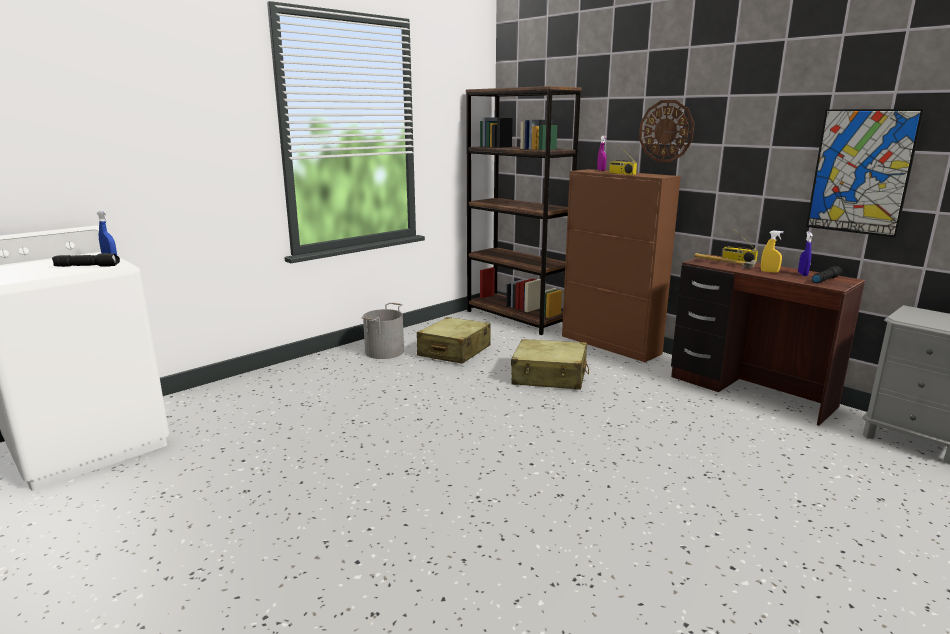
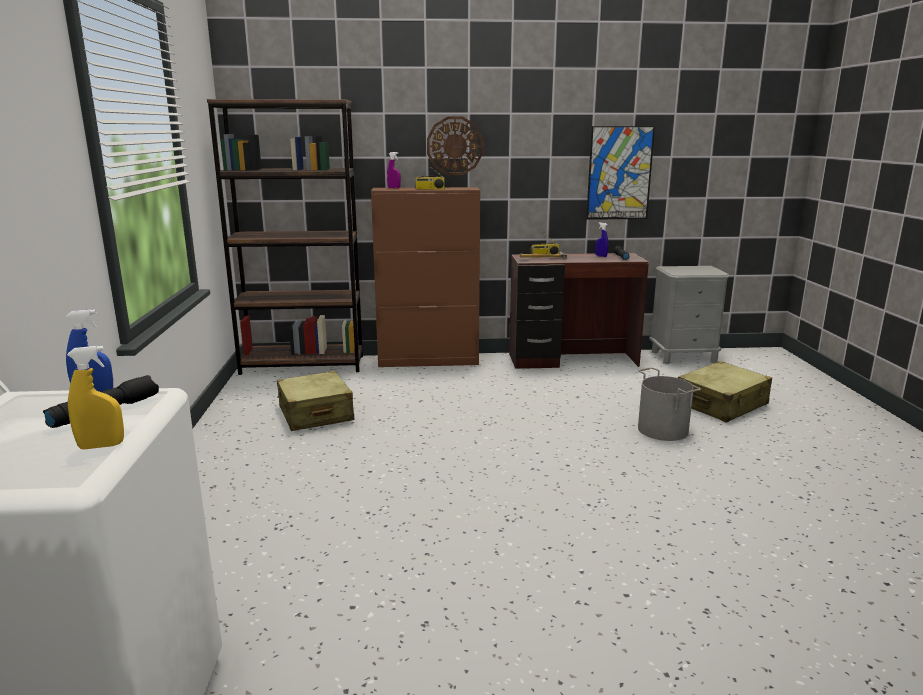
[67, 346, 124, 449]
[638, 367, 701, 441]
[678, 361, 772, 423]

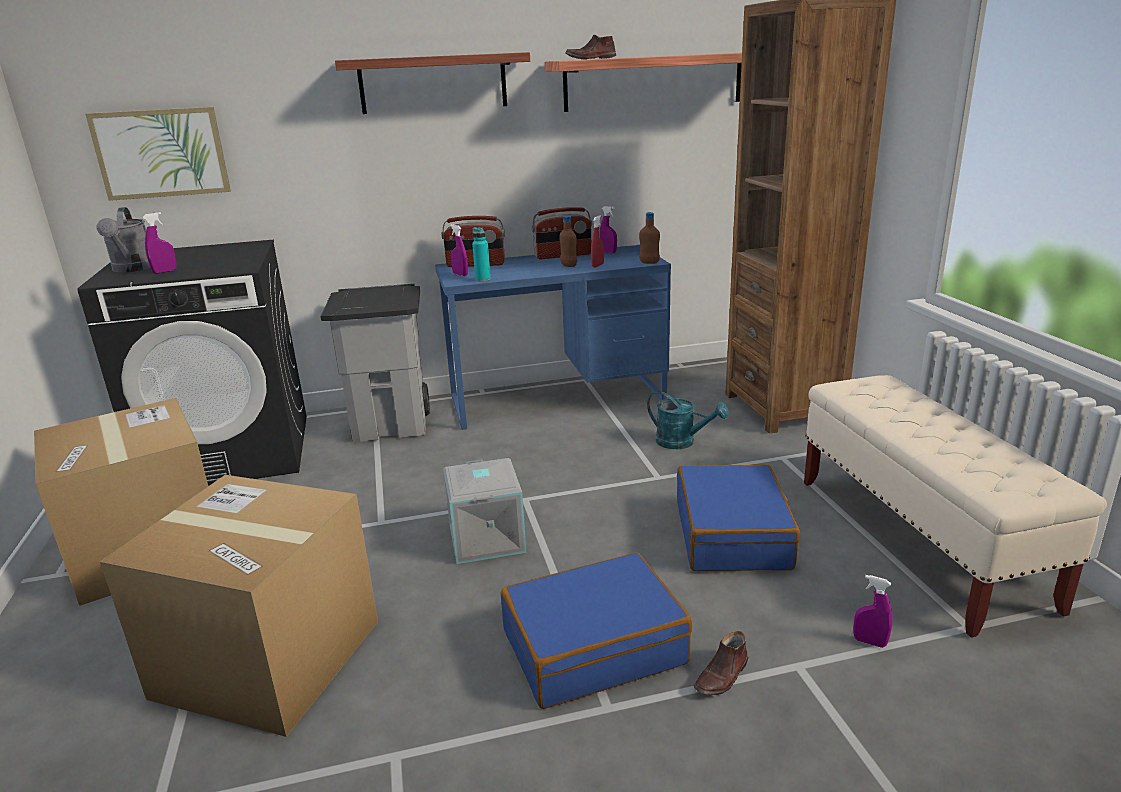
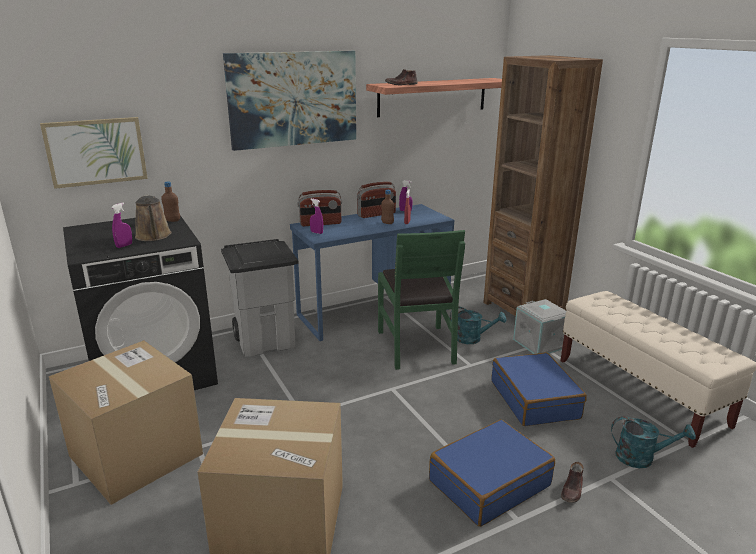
[135, 195, 172, 241]
[161, 181, 180, 222]
[223, 51, 356, 151]
[378, 230, 465, 370]
[513, 299, 566, 354]
[611, 416, 696, 468]
[96, 207, 150, 272] (first image)
[472, 227, 491, 282] (first image)

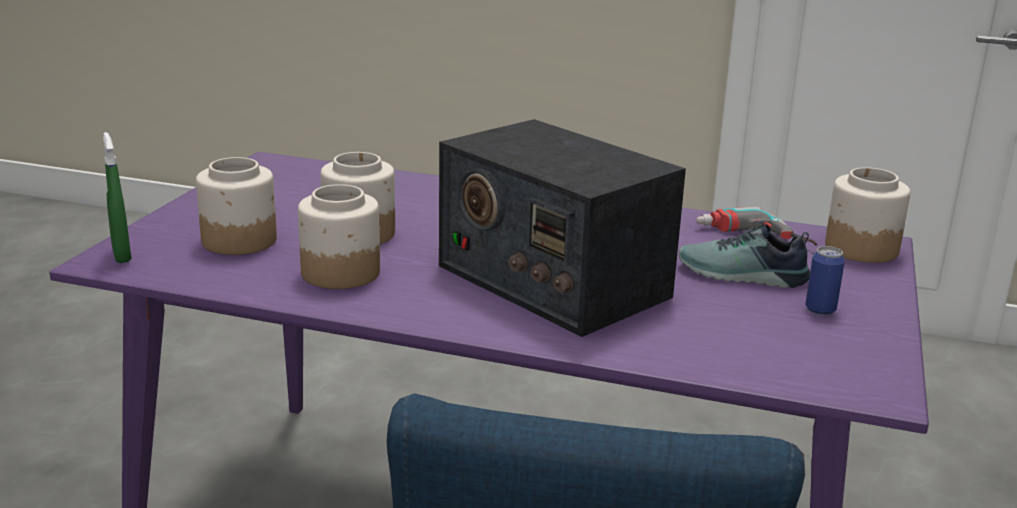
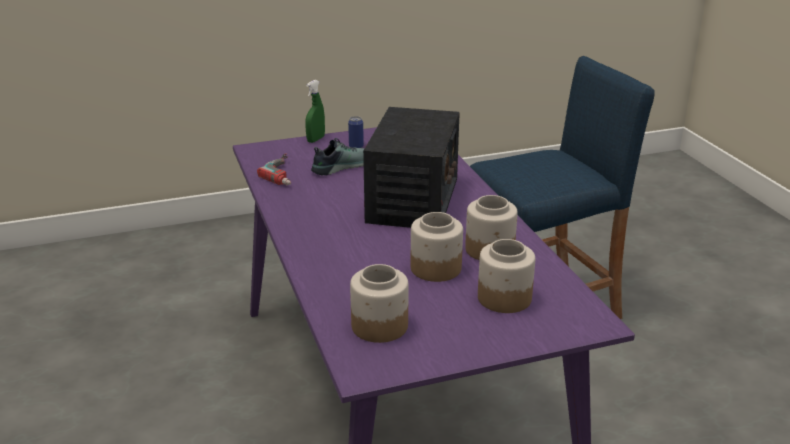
[305, 80, 325, 143]
[311, 138, 365, 176]
[350, 264, 409, 343]

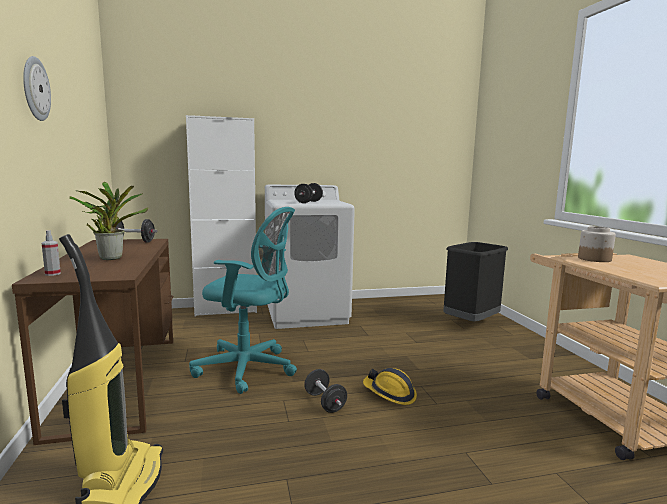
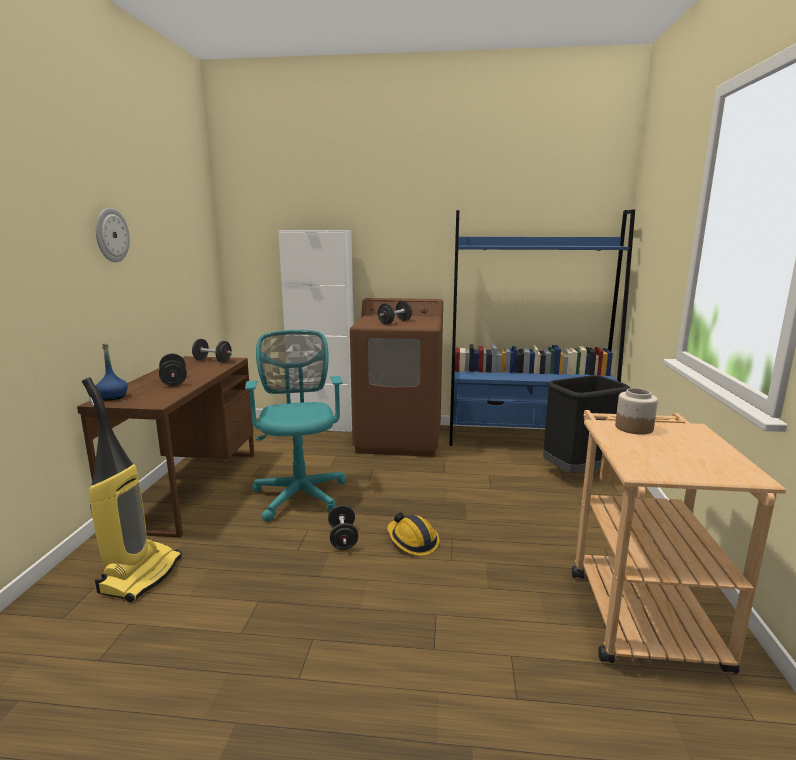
[96, 343, 128, 401]
[159, 354, 187, 386]
[245, 330, 346, 522]
[350, 298, 443, 457]
[449, 210, 635, 446]

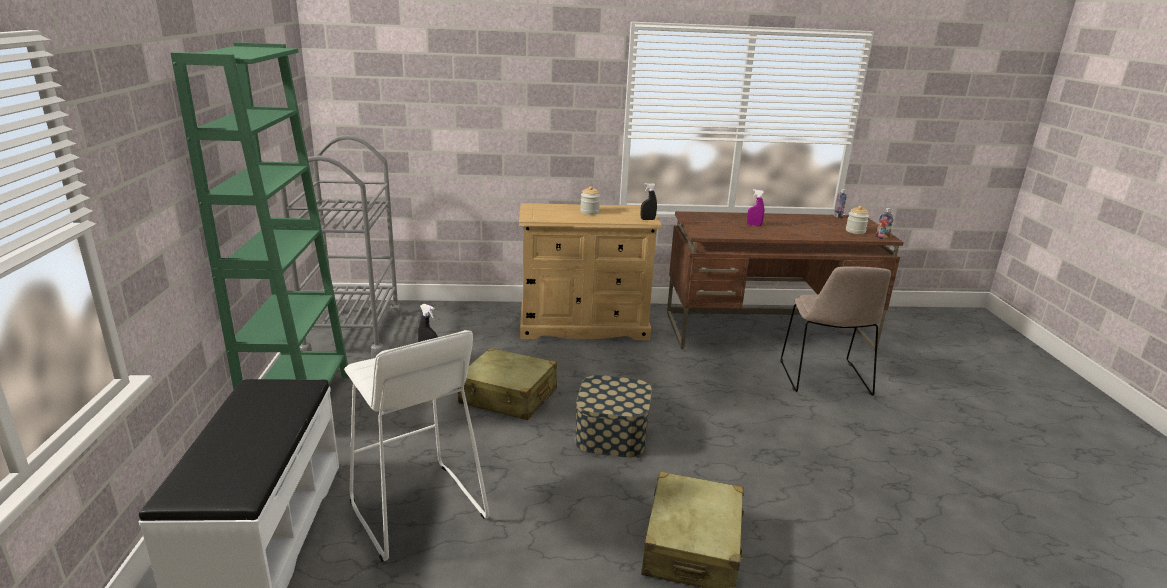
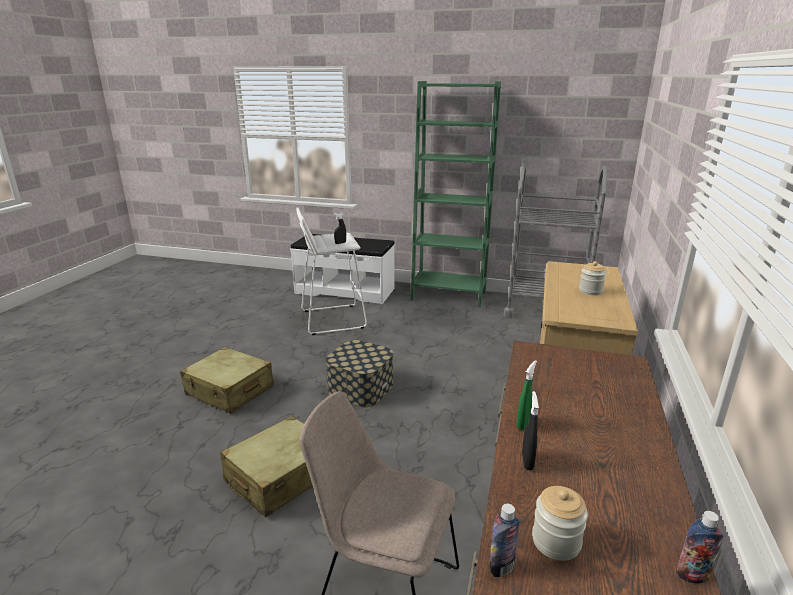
[220, 416, 313, 517]
[517, 360, 537, 430]
[522, 391, 539, 470]
[747, 189, 764, 226] (first image)

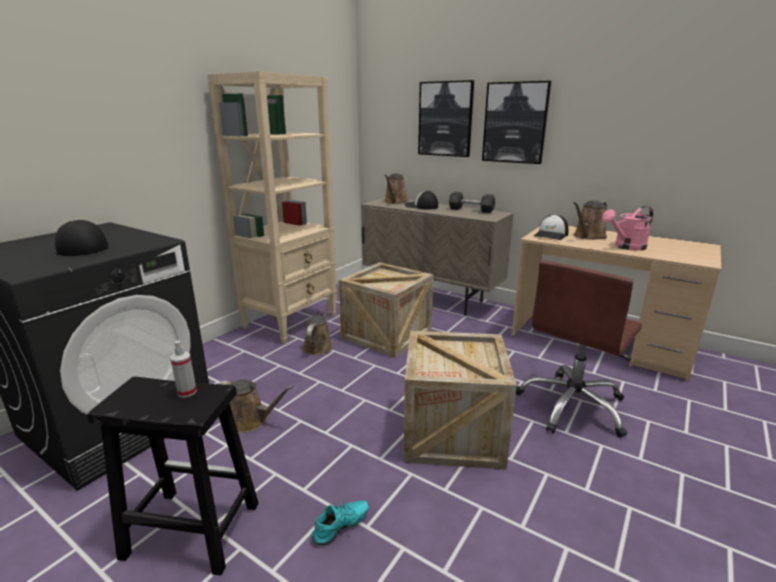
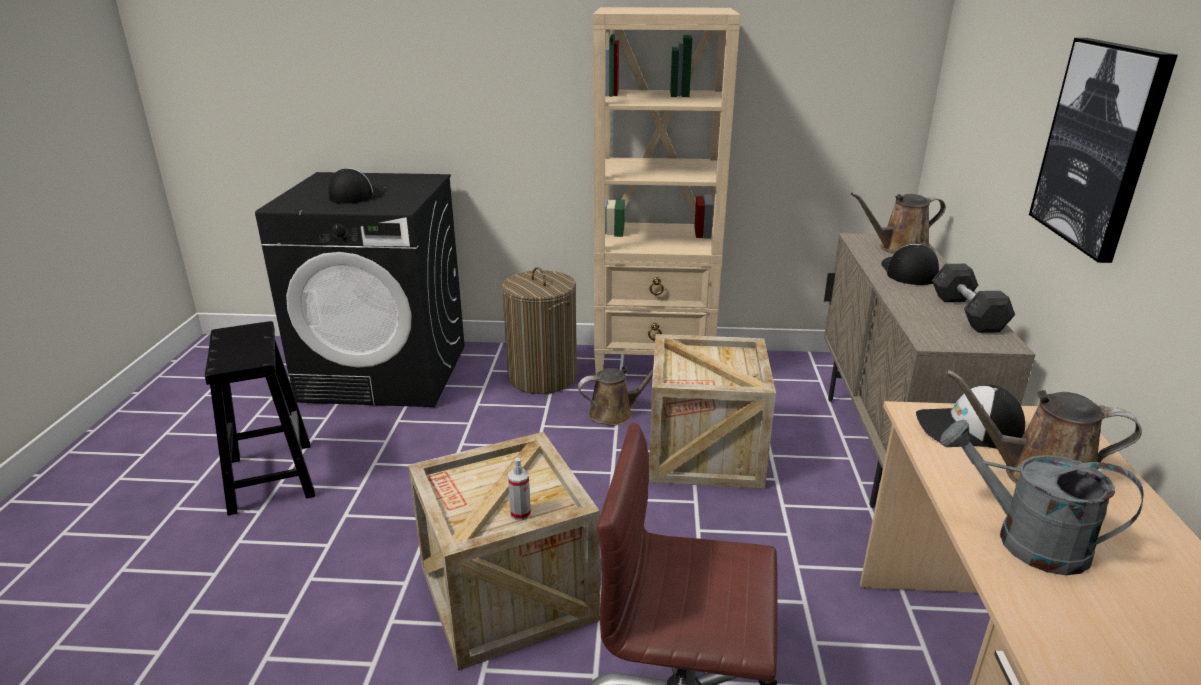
[502, 267, 577, 394]
[508, 458, 531, 521]
[940, 420, 1144, 575]
[219, 379, 294, 433] (first image)
[311, 500, 369, 546] (first image)
[418, 80, 474, 157] (first image)

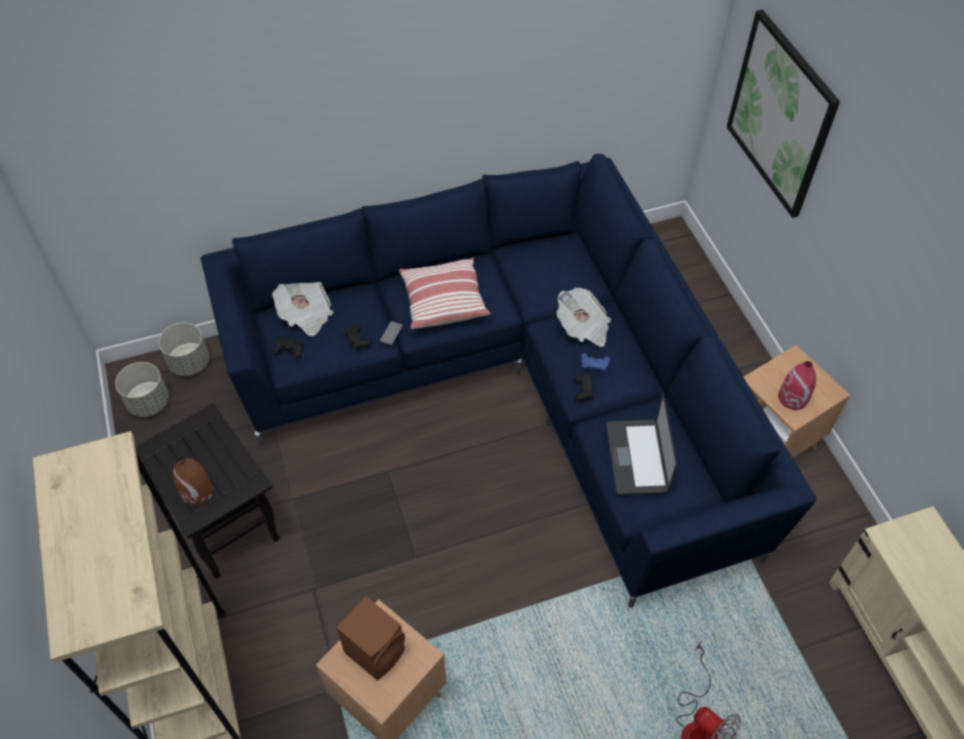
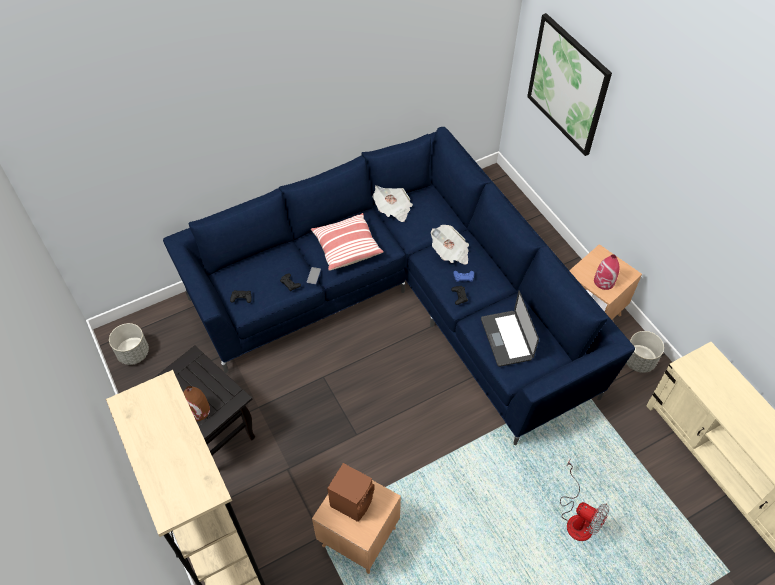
[373, 185, 413, 222]
[626, 331, 664, 373]

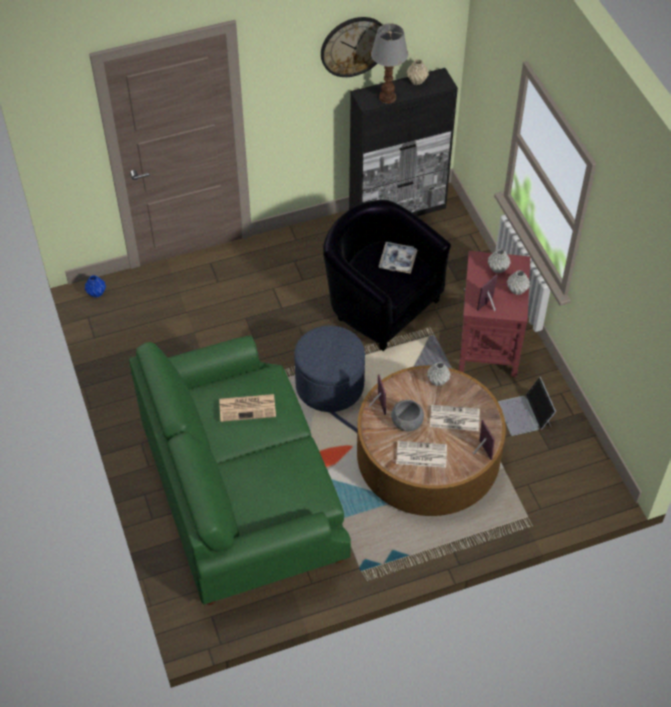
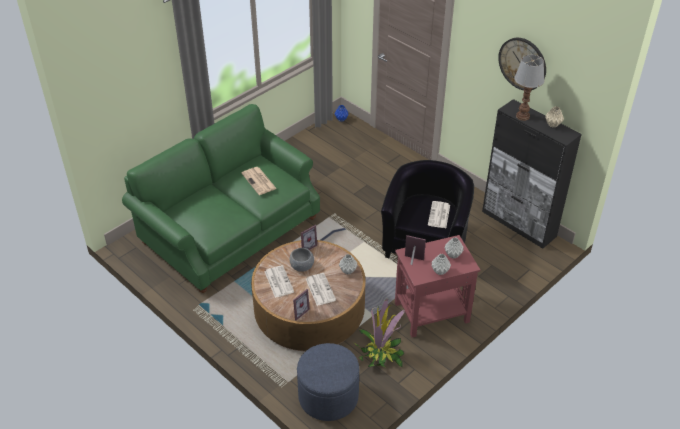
[297, 343, 359, 421]
[354, 299, 405, 368]
[428, 201, 450, 228]

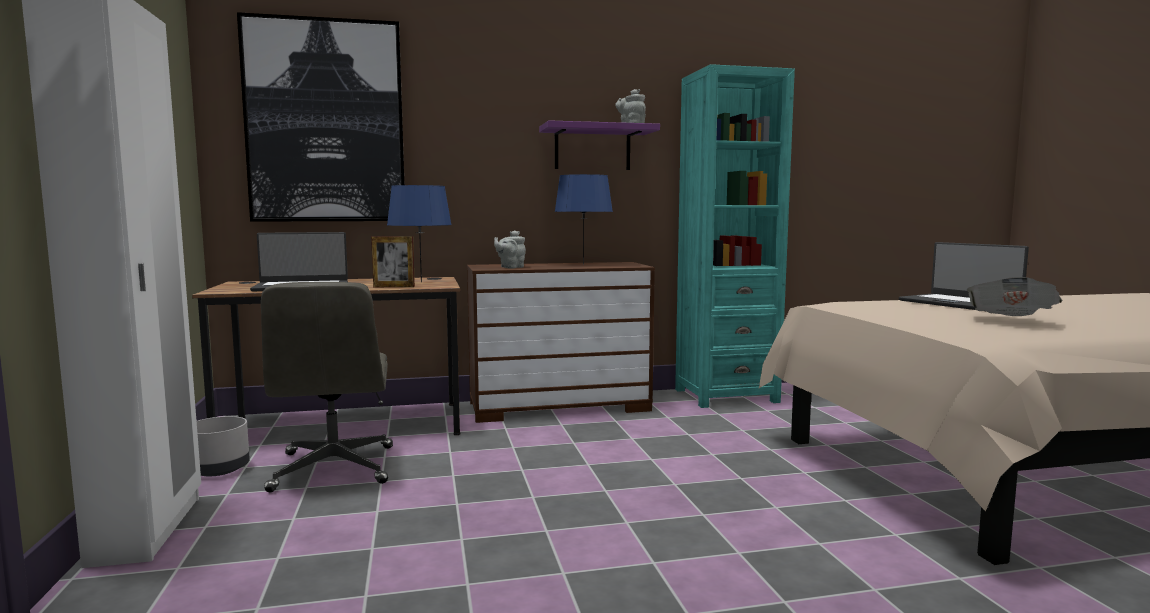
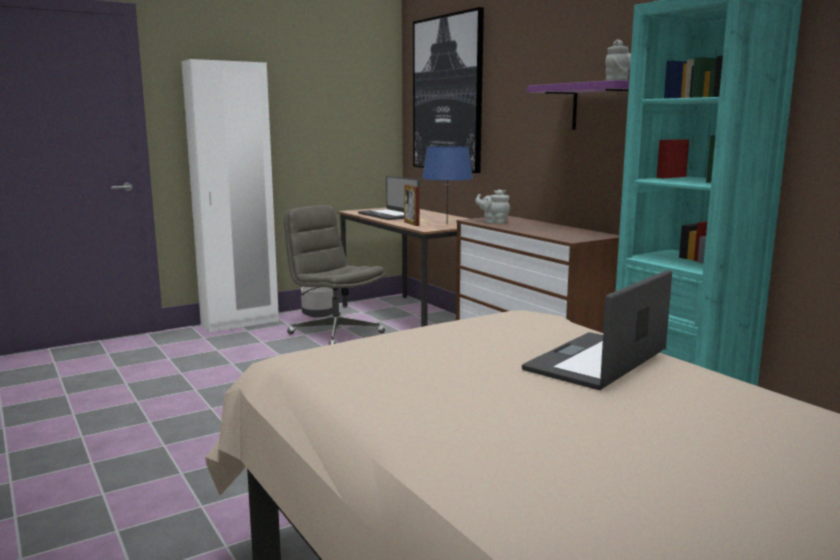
[284, 205, 385, 345]
[554, 174, 613, 265] (first image)
[967, 277, 1062, 316] (first image)

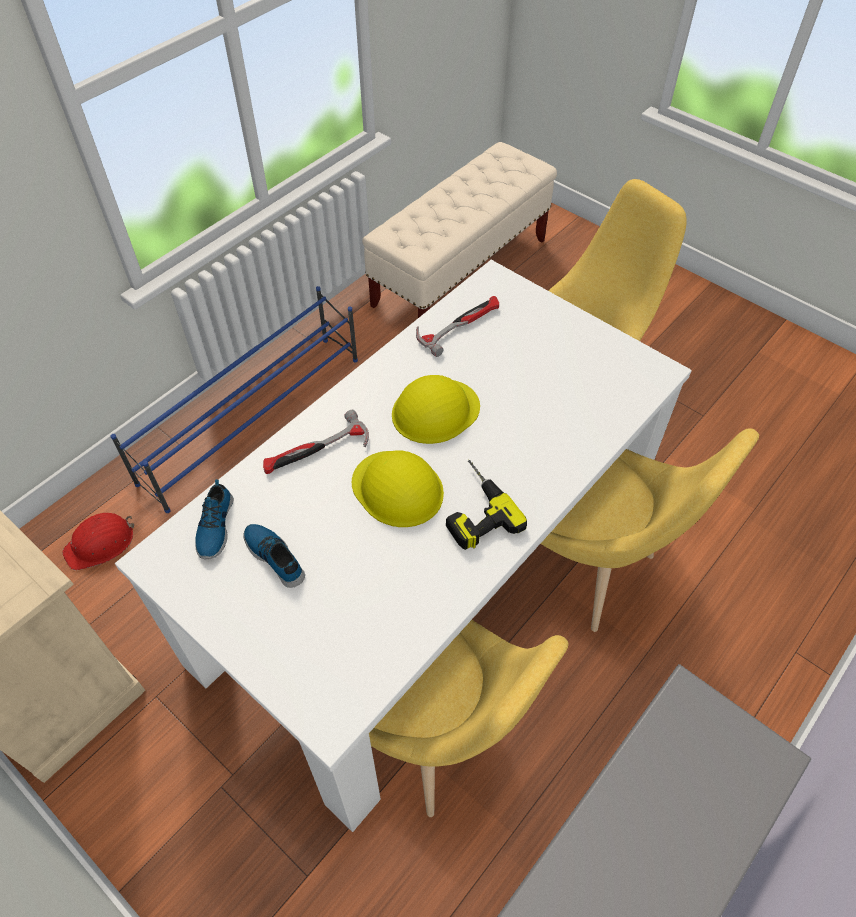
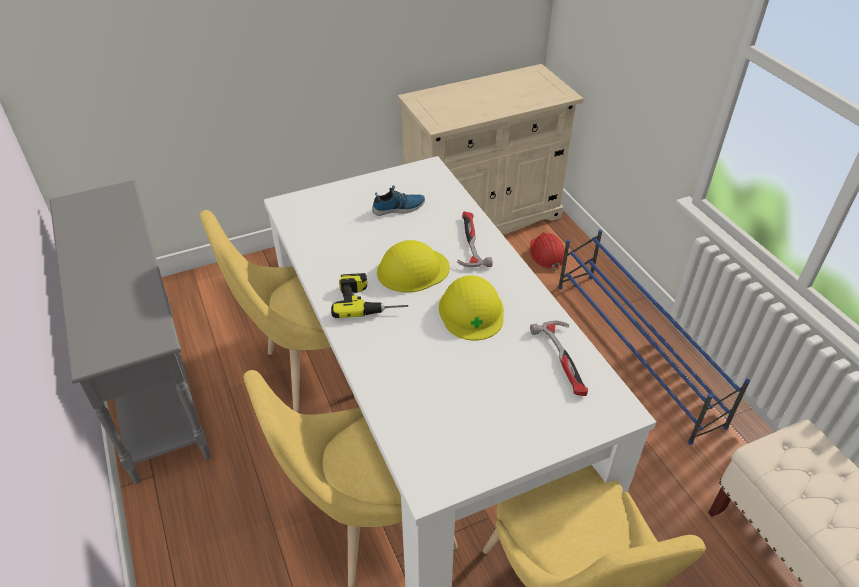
[195, 479, 234, 559] (first image)

